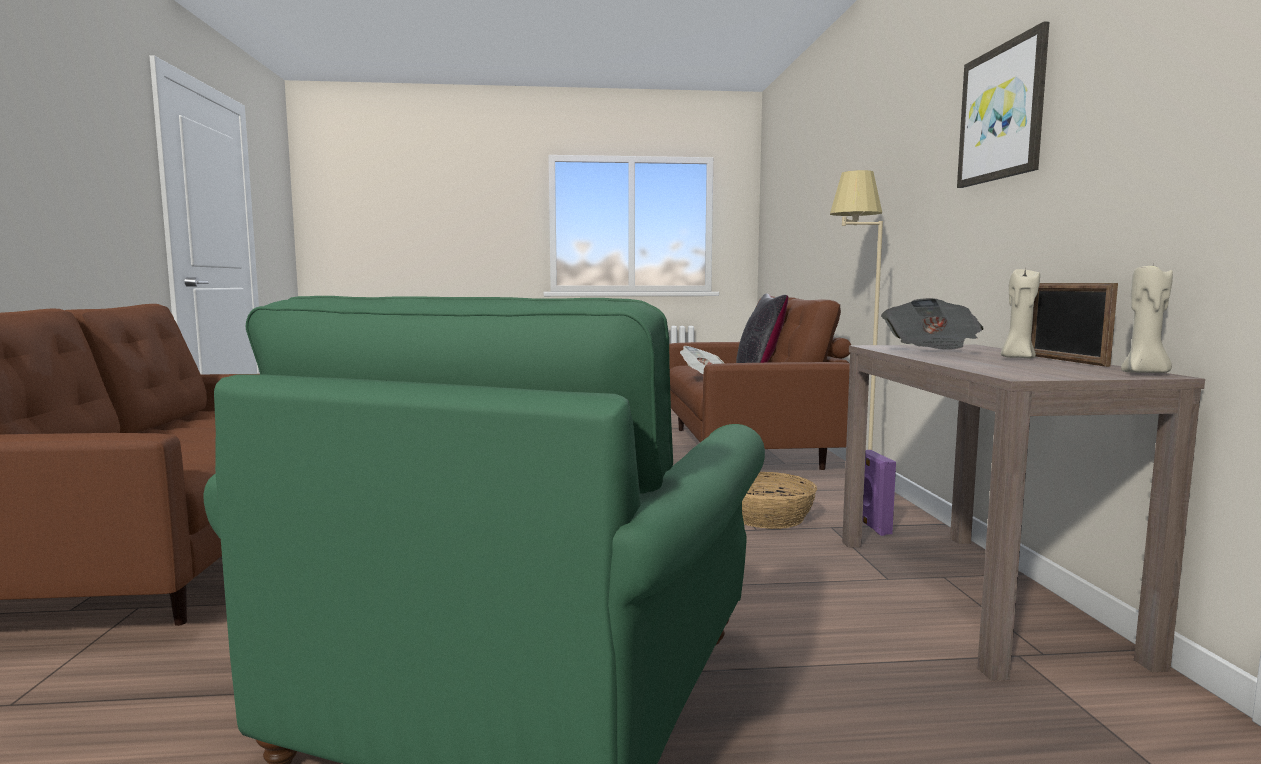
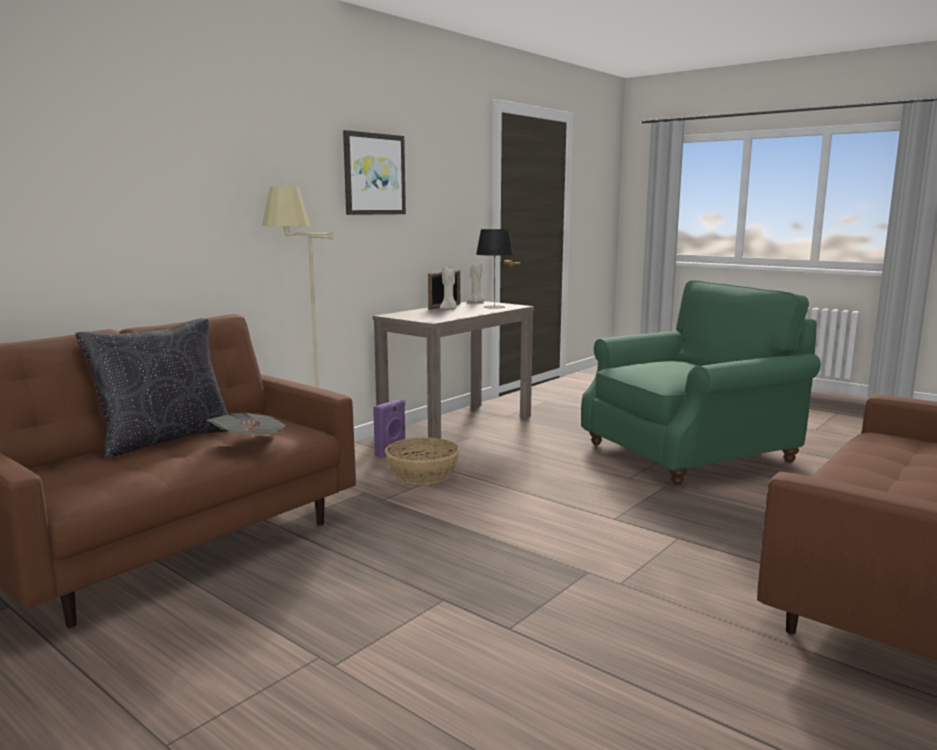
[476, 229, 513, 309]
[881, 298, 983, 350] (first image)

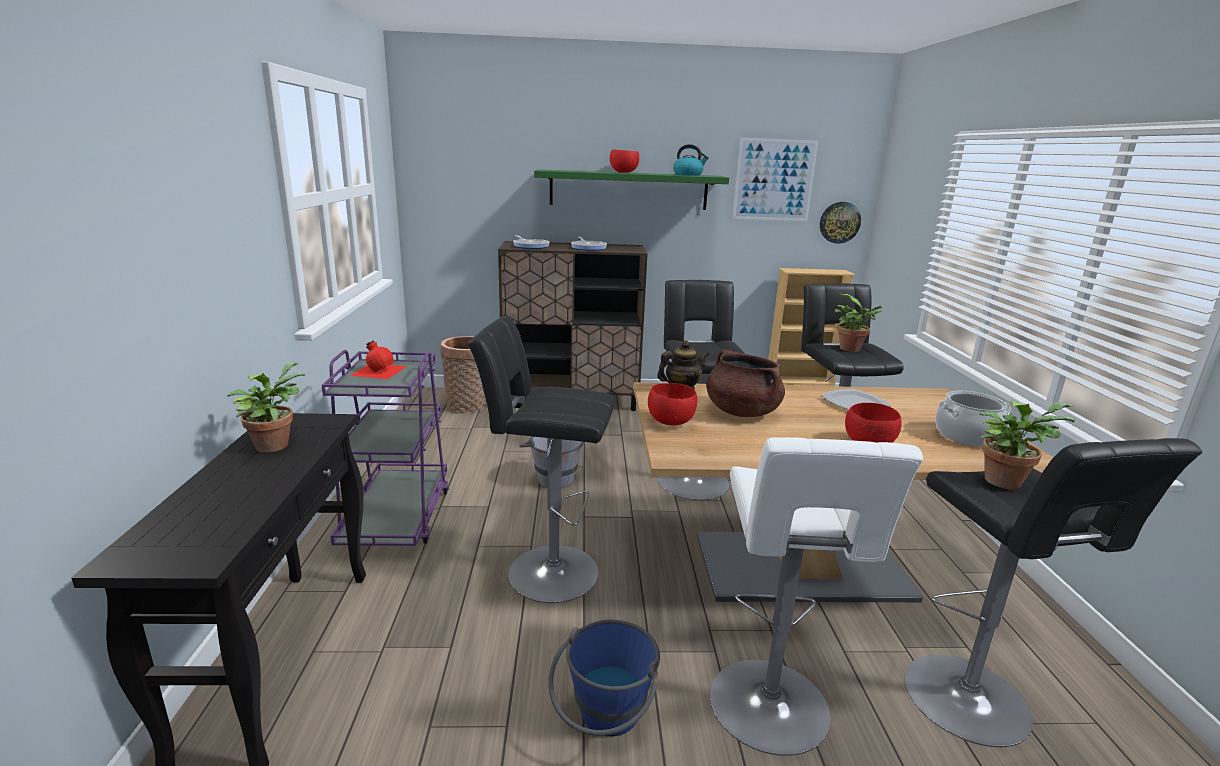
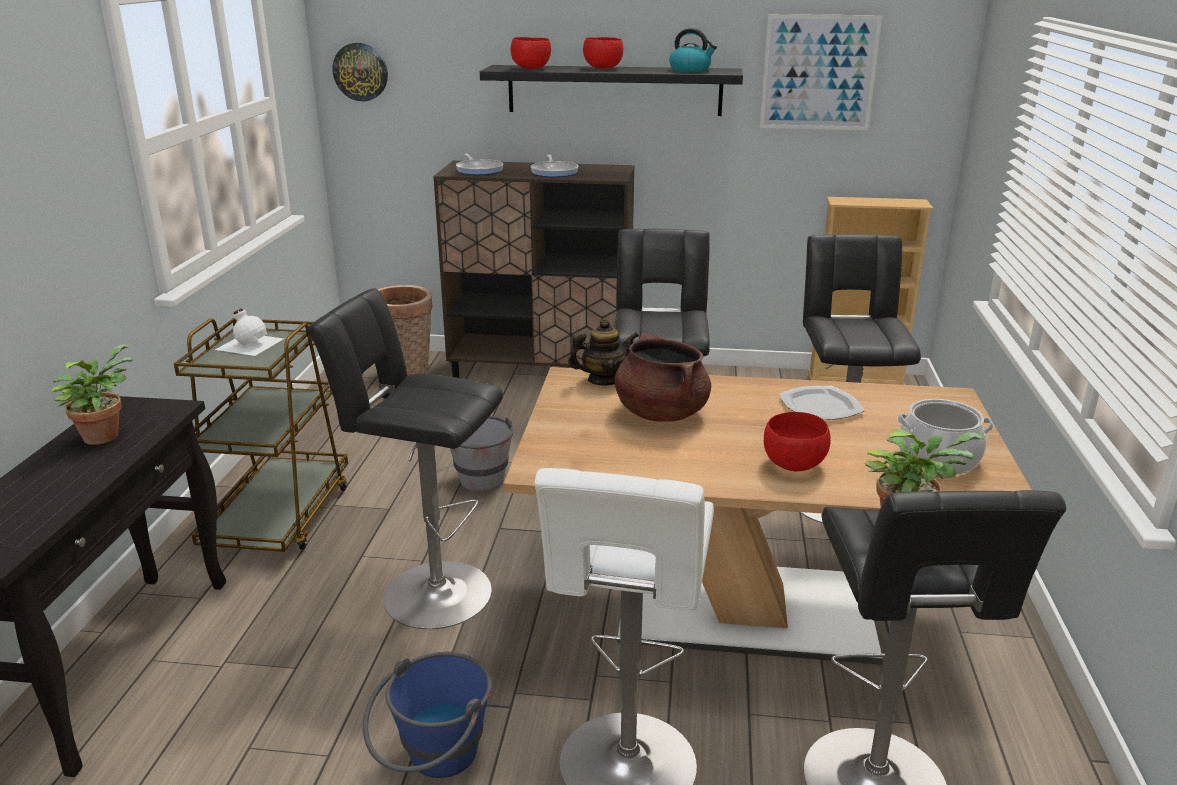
[174, 318, 348, 552]
[215, 308, 283, 356]
[332, 43, 388, 101]
[480, 65, 743, 116]
[511, 37, 551, 69]
[835, 294, 885, 352] (first image)

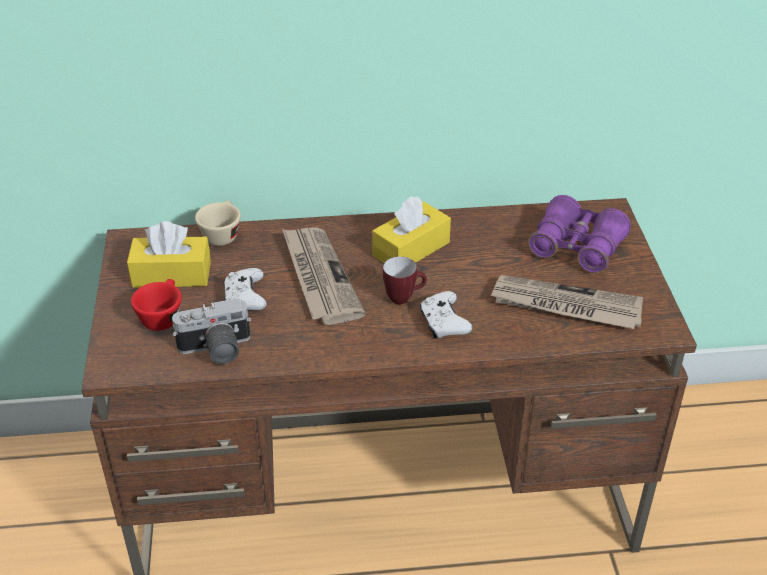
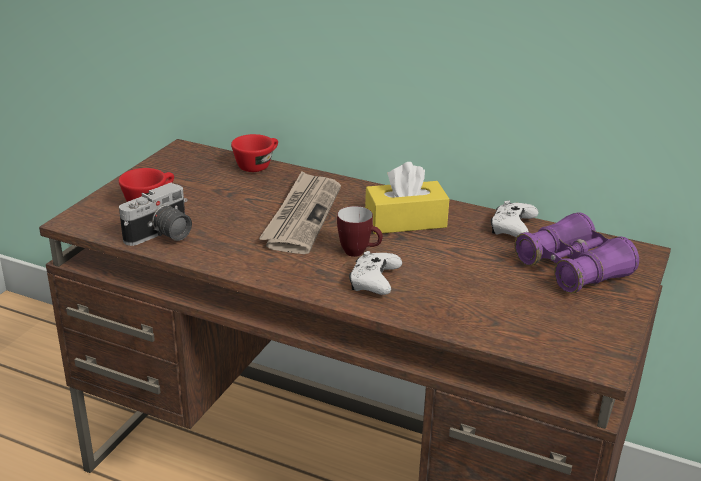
[119, 183, 192, 246]
[231, 134, 278, 172]
[491, 200, 539, 237]
[127, 221, 211, 288] (first image)
[490, 275, 644, 329] (first image)

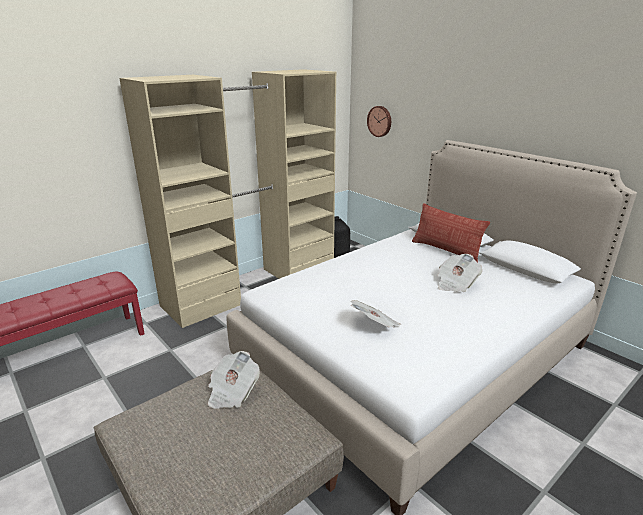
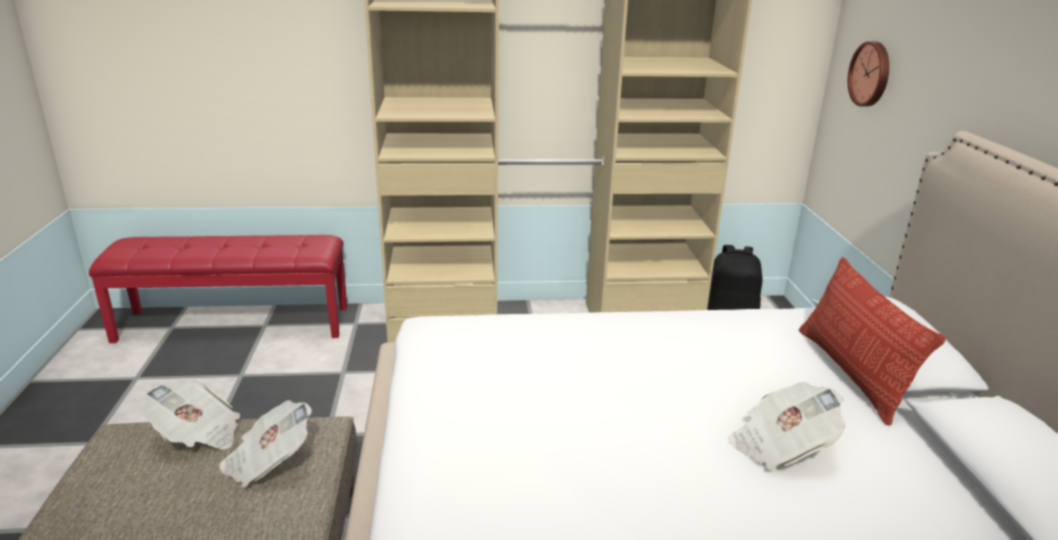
[143, 381, 240, 450]

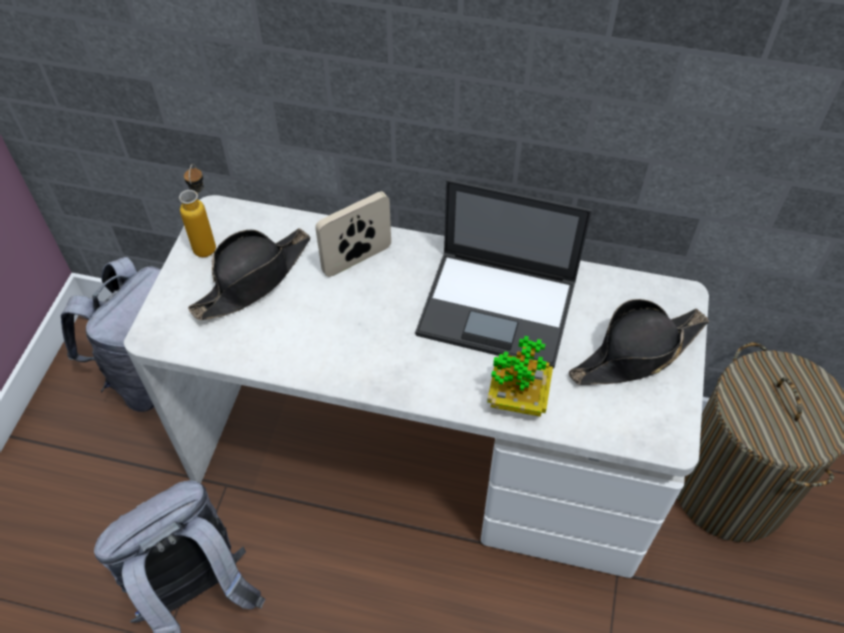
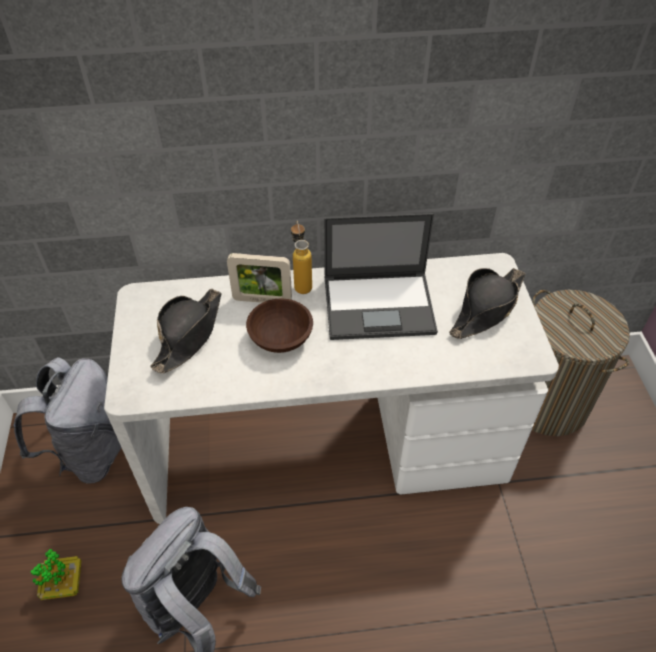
[31, 549, 81, 600]
[227, 253, 292, 303]
[246, 298, 313, 353]
[291, 220, 312, 294]

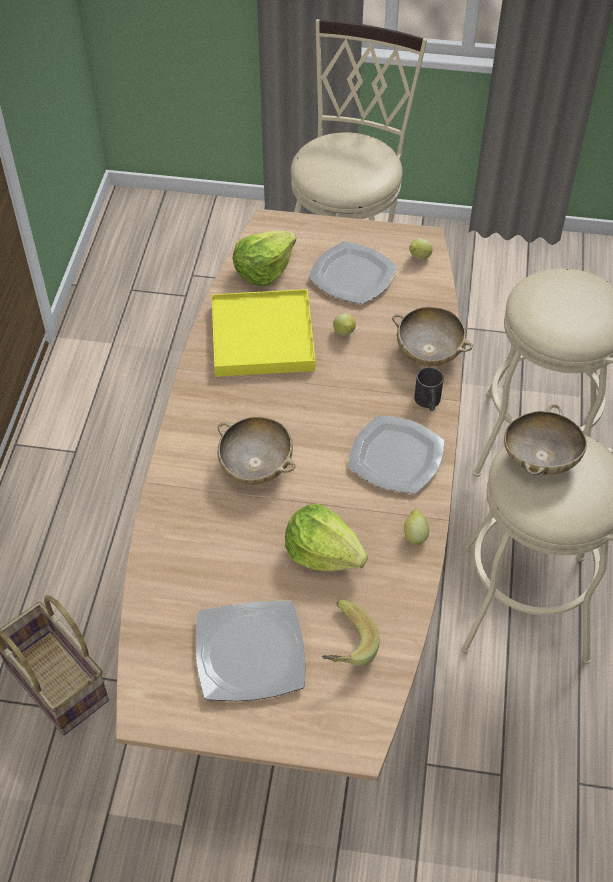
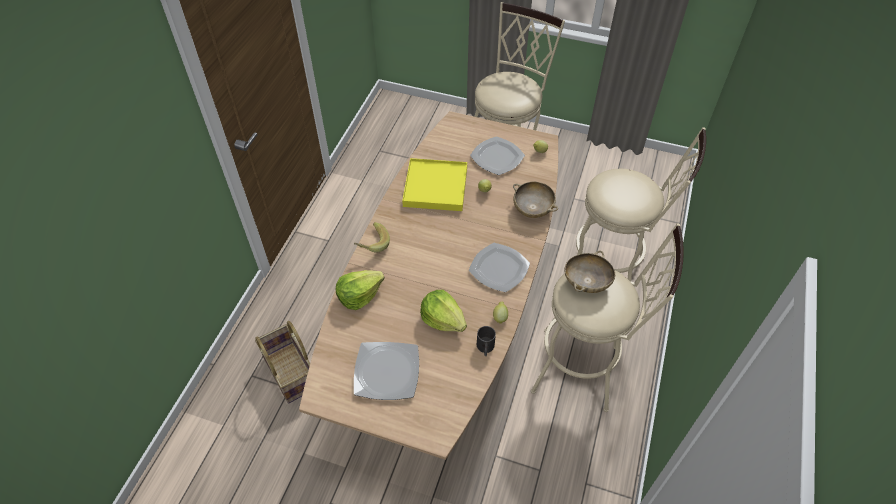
[336, 270, 385, 310]
[354, 222, 390, 252]
[477, 326, 496, 356]
[217, 417, 295, 485] (first image)

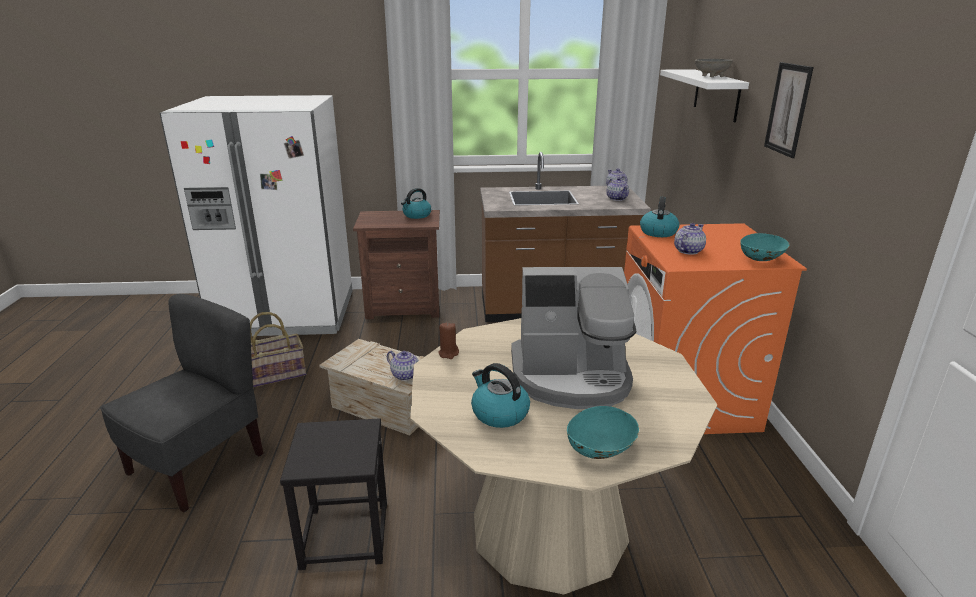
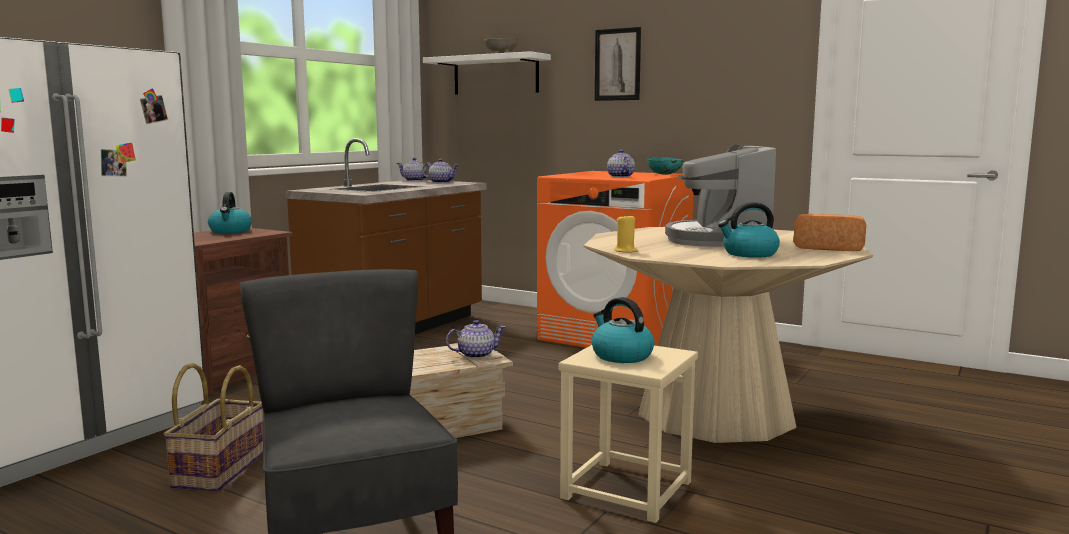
[559, 345, 698, 523]
[591, 297, 655, 363]
[614, 213, 638, 253]
[665, 144, 776, 247]
[793, 214, 866, 251]

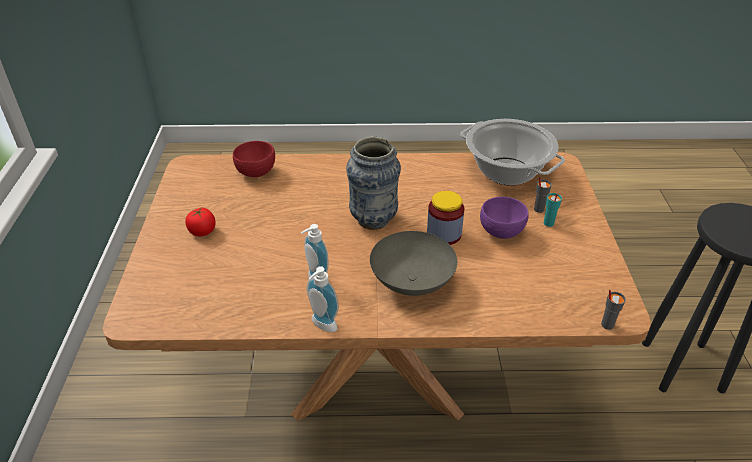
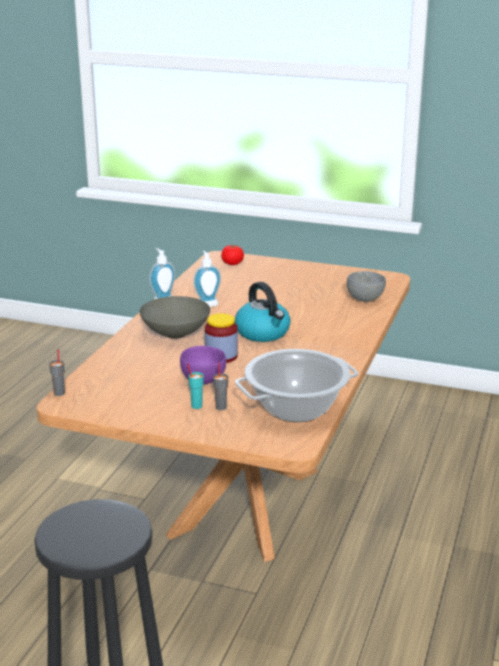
[221, 245, 244, 265]
[235, 282, 291, 342]
[347, 271, 386, 302]

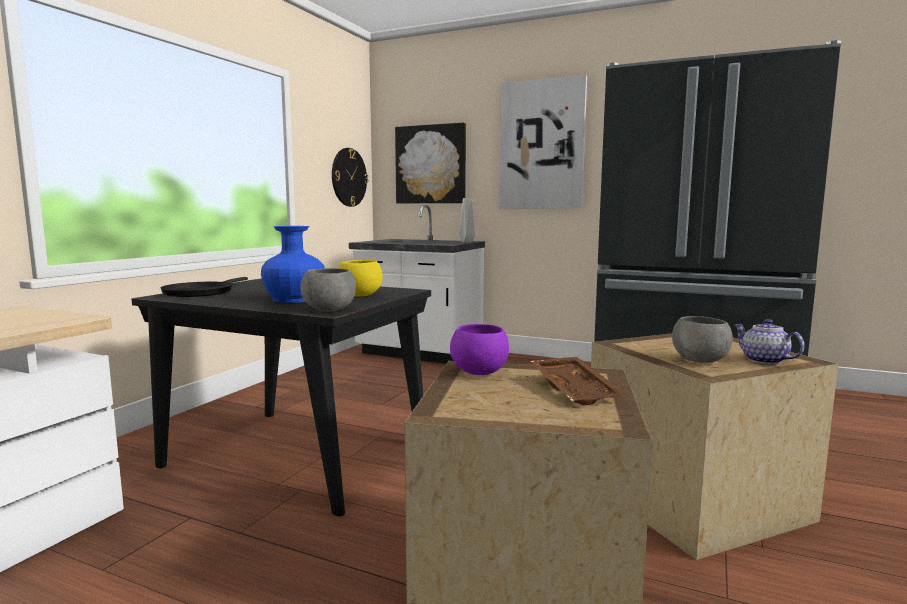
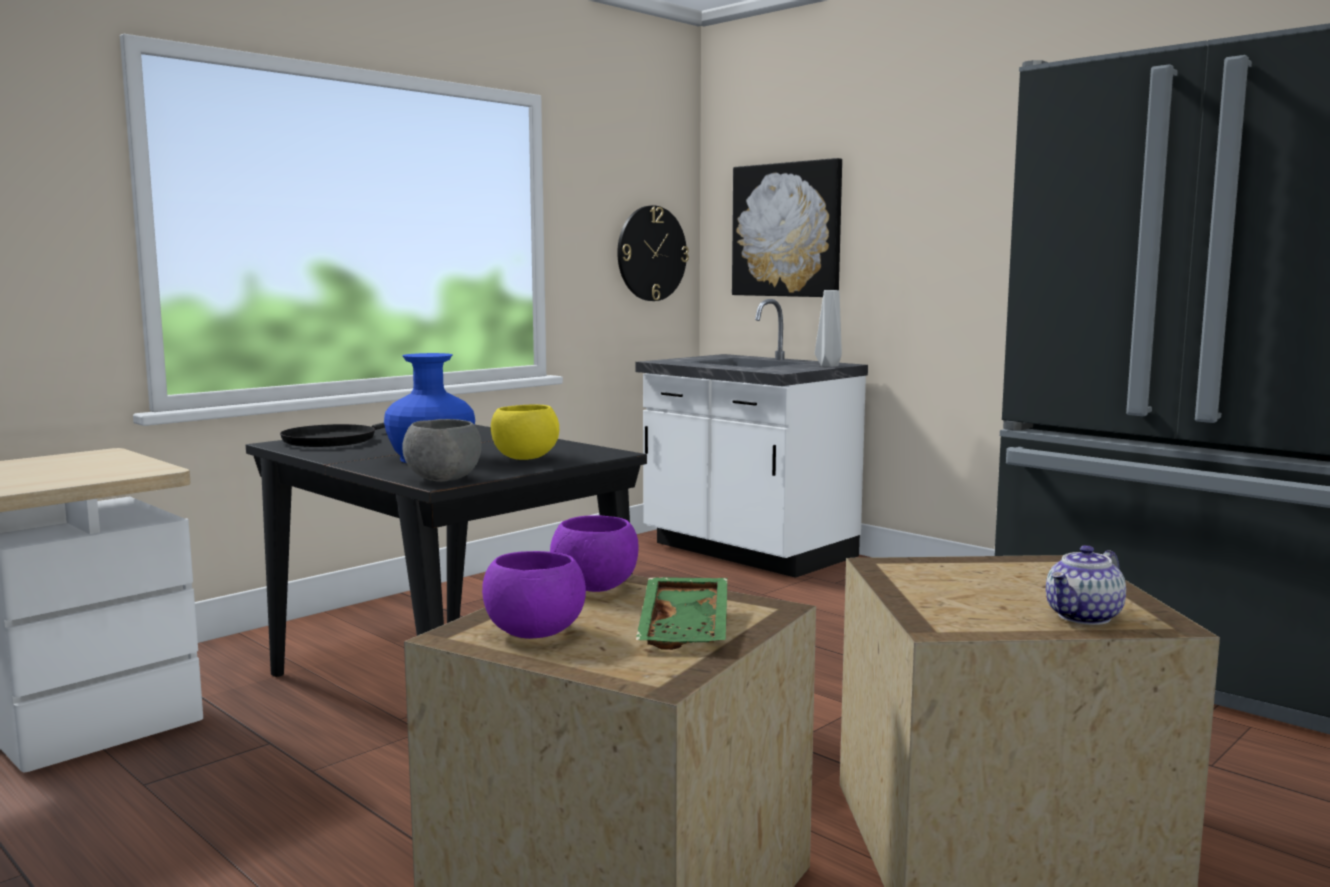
[482, 551, 586, 639]
[636, 577, 728, 650]
[1046, 545, 1126, 625]
[499, 75, 587, 209] (first image)
[672, 316, 733, 363] (first image)

